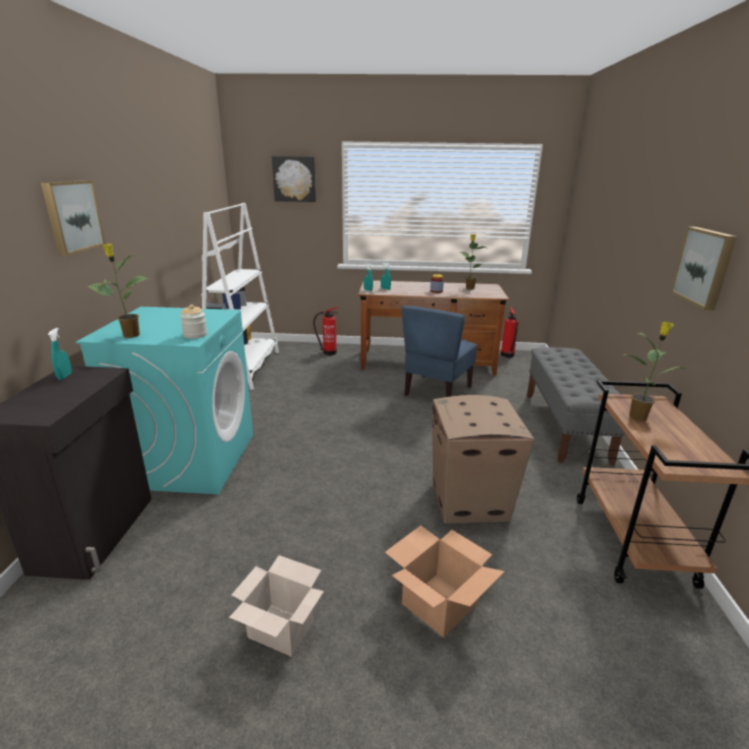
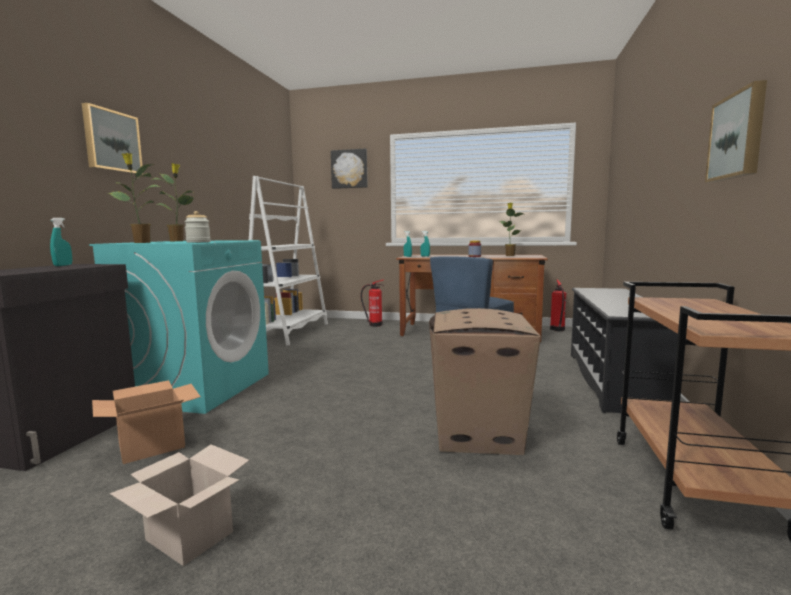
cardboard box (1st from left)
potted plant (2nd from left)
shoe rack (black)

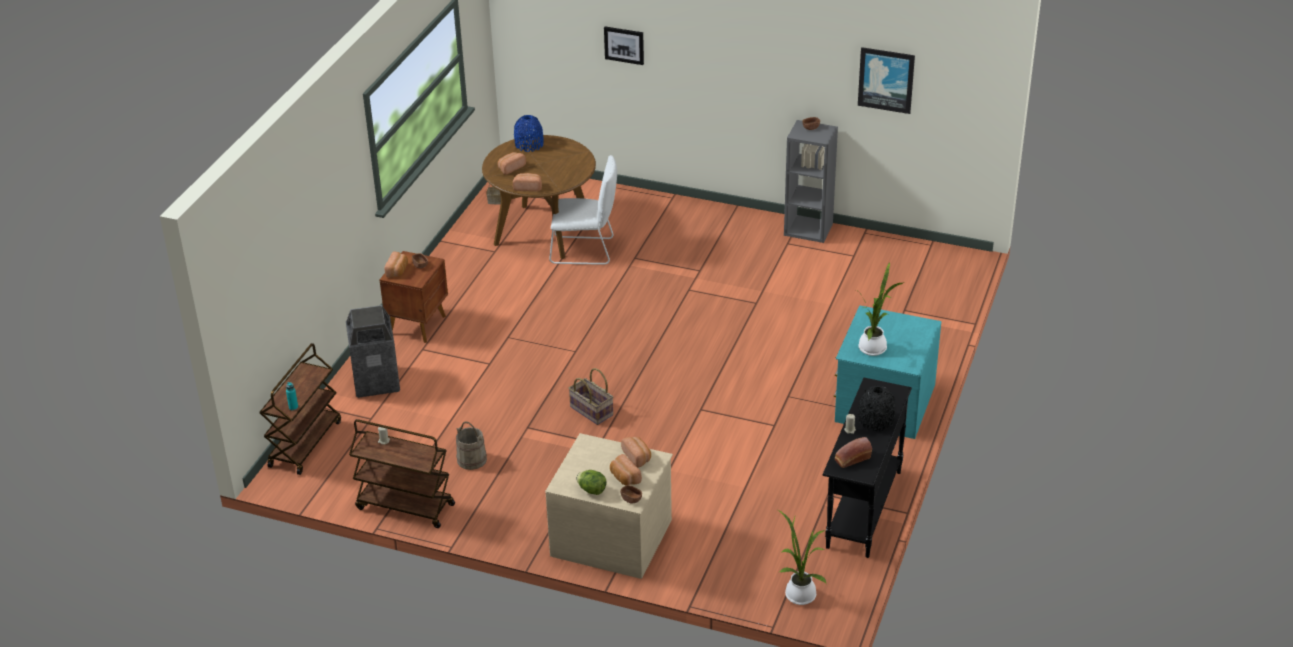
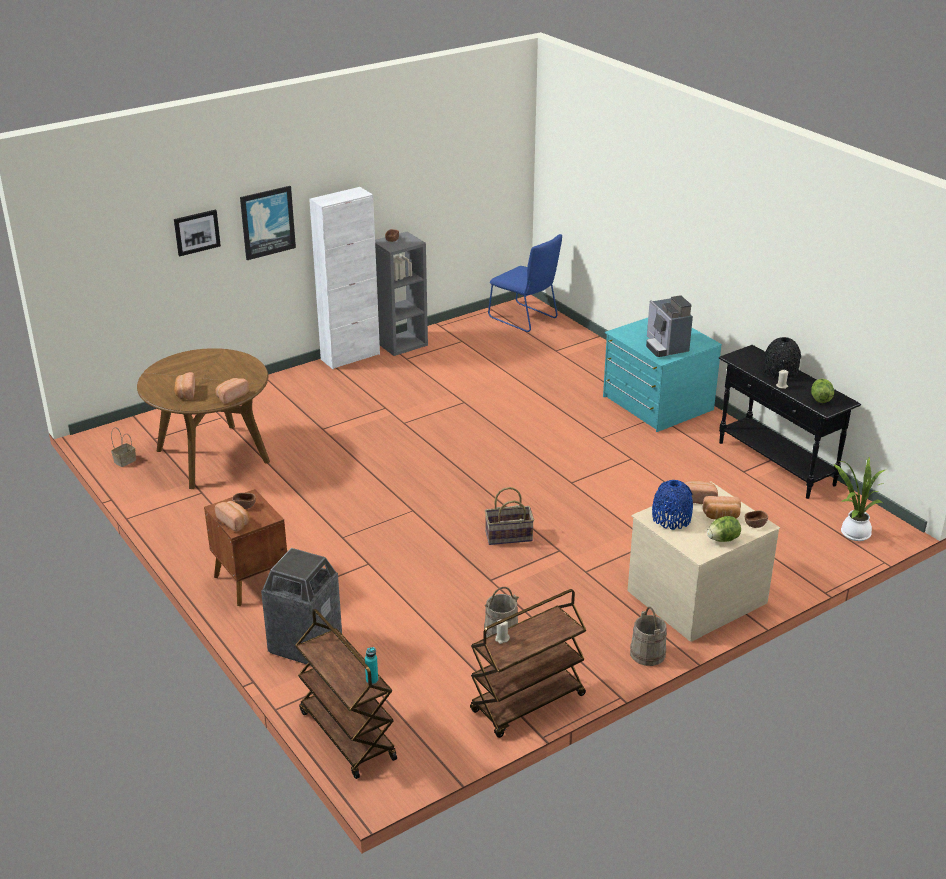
picture (2nd from left)
cabinet (white)
chair (blue)
bucket (beige) (2nd from left)
coffee machine
vase (blue)
lettuce (2nd from left)
chair (white)

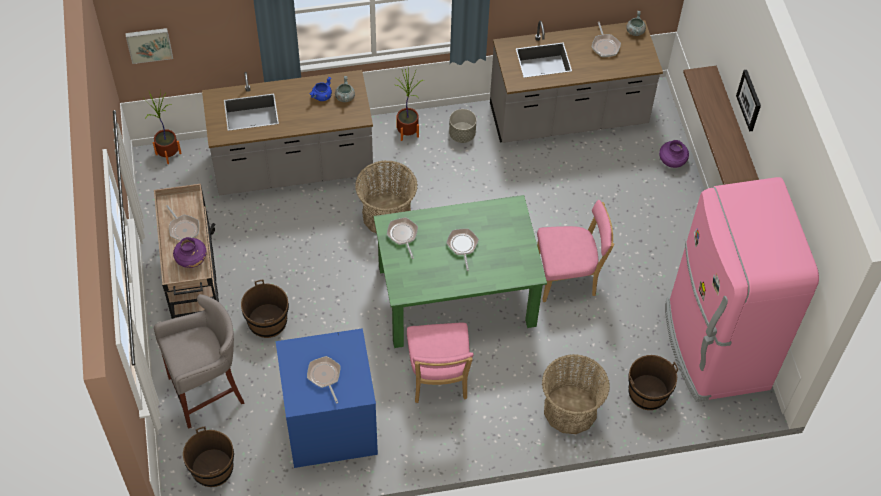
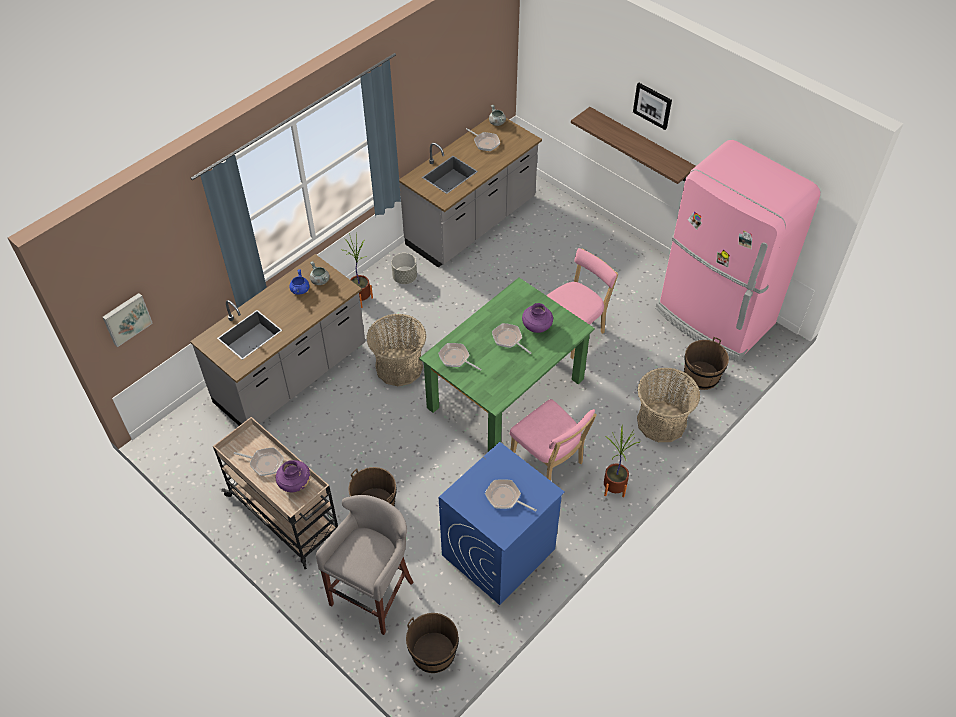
vase (purple) (2nd from left)
potted plant (2nd from left)

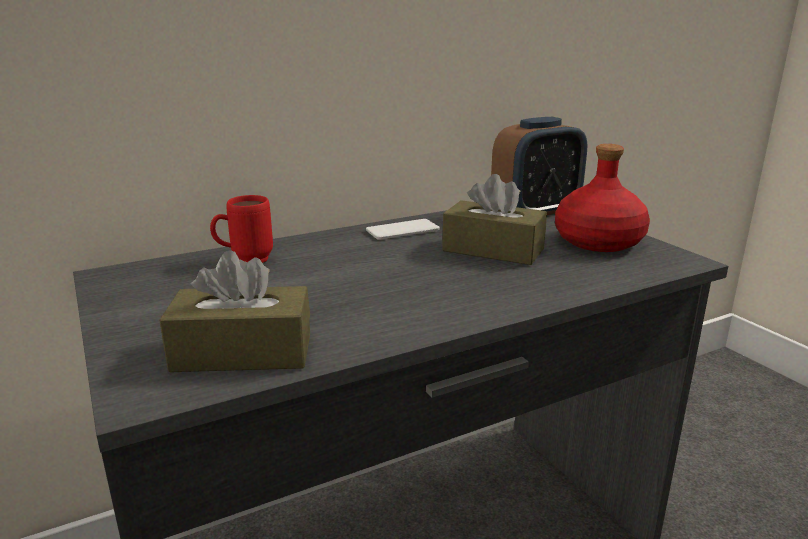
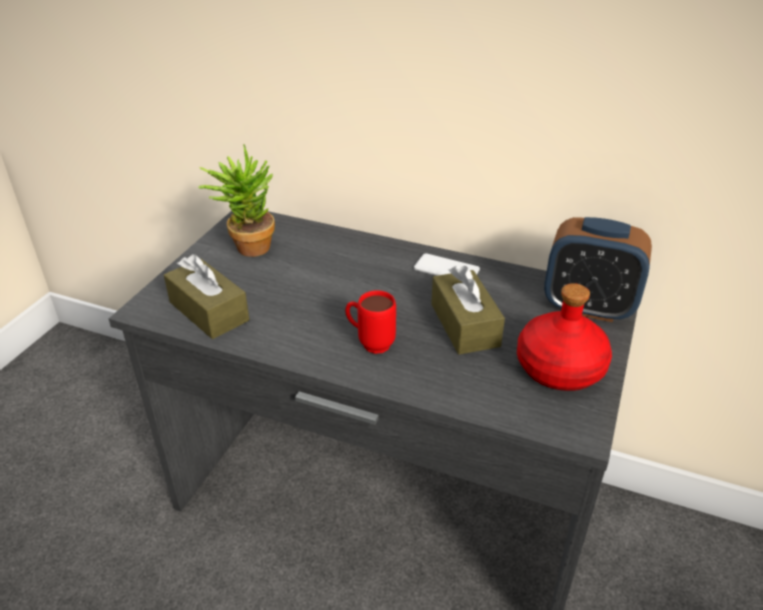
potted plant
mug (red)

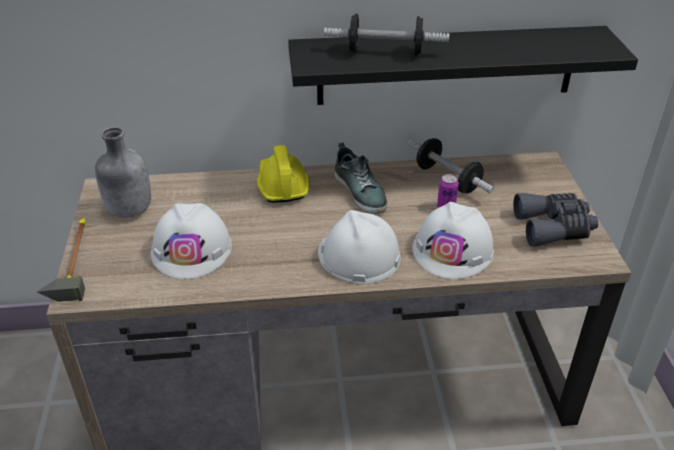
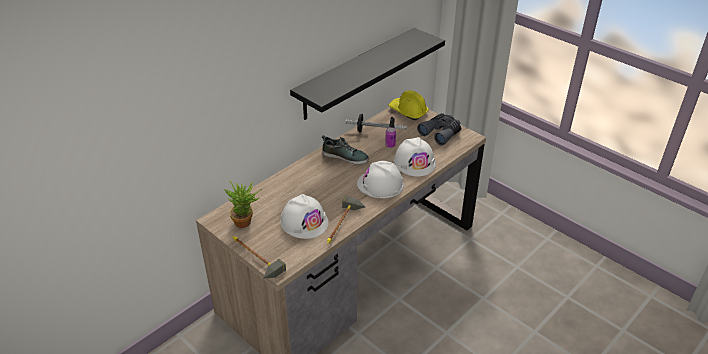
potted plant
hammer (2nd from left)
hard hat (yellow)
dumbbell (1st from left in the first image)

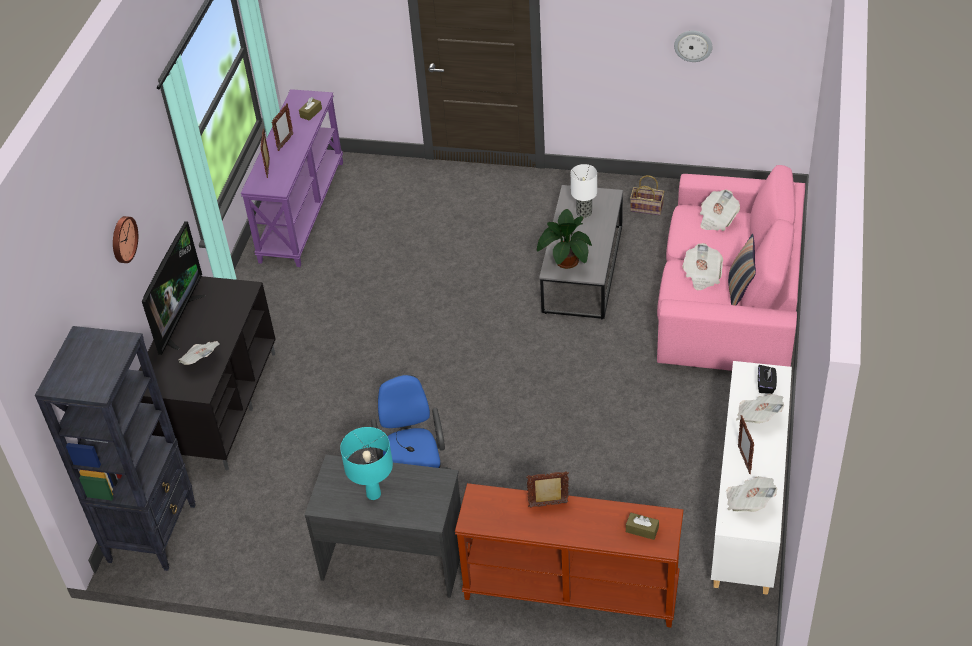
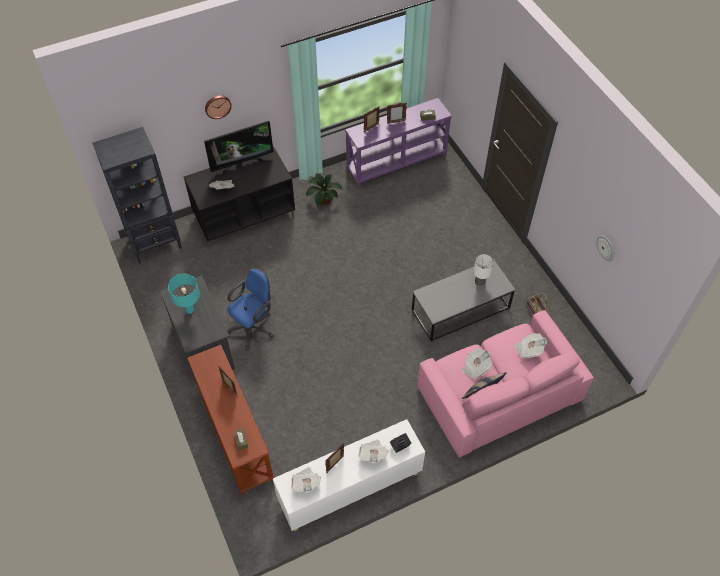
potted plant

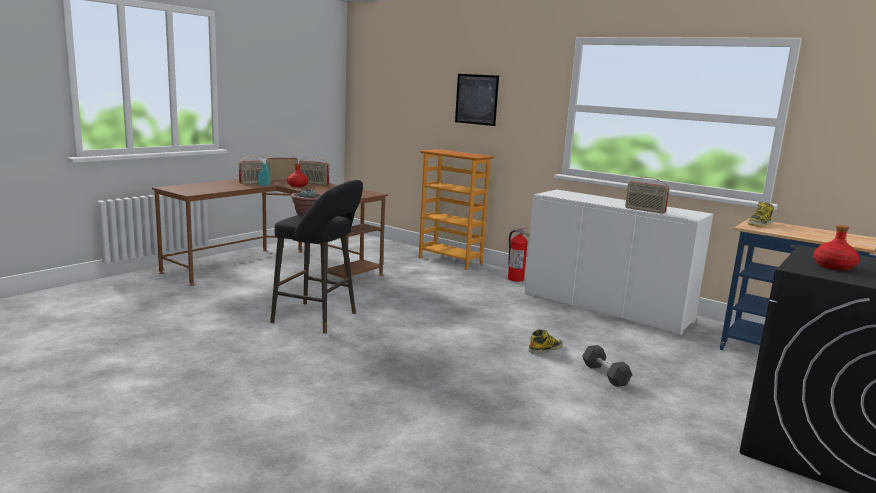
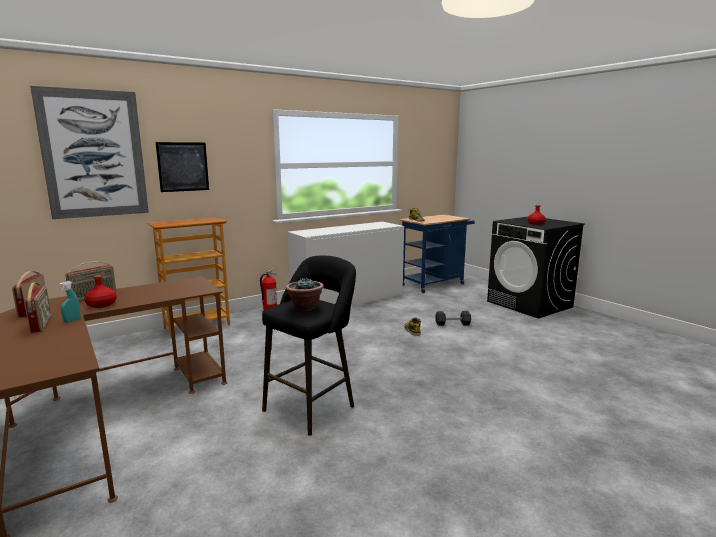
picture (1st from left)
radio (4th from left in the first image)

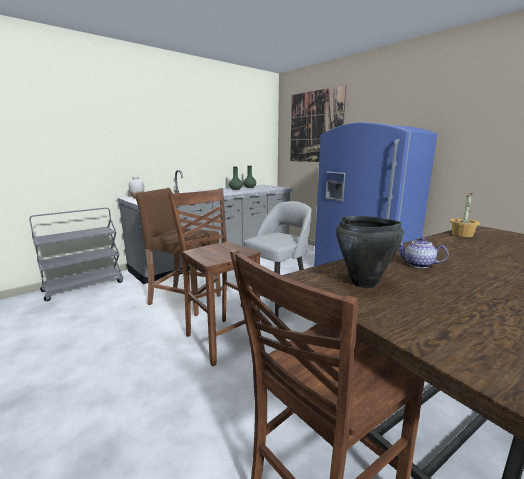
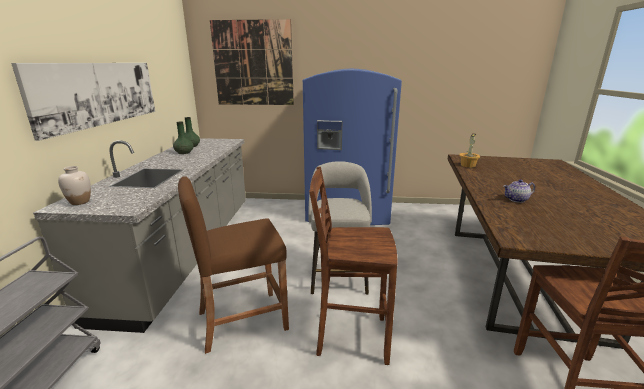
picture (1st from left)
cooking pot (black)

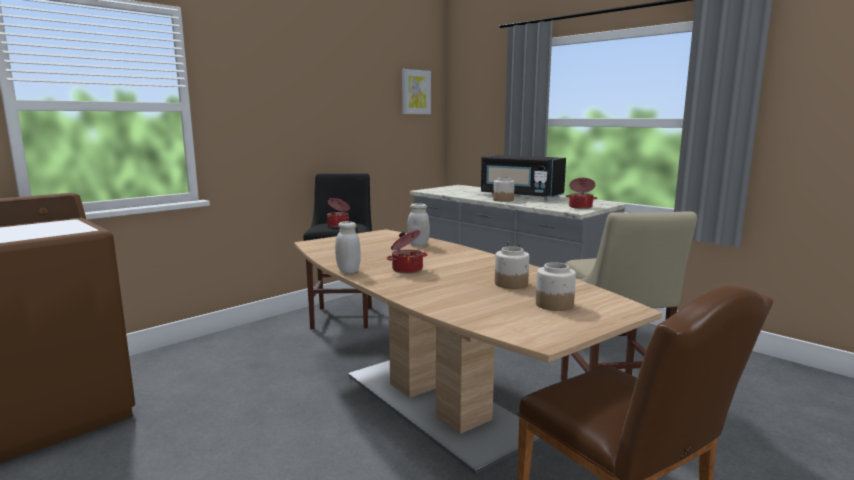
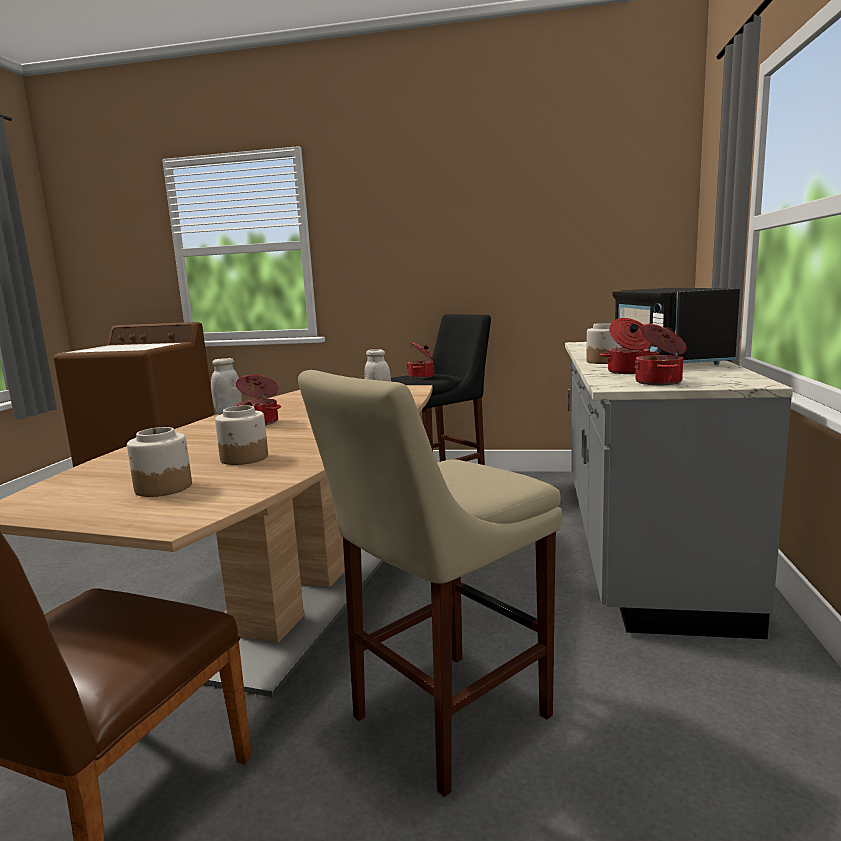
cooking pot (3rd from left)
picture

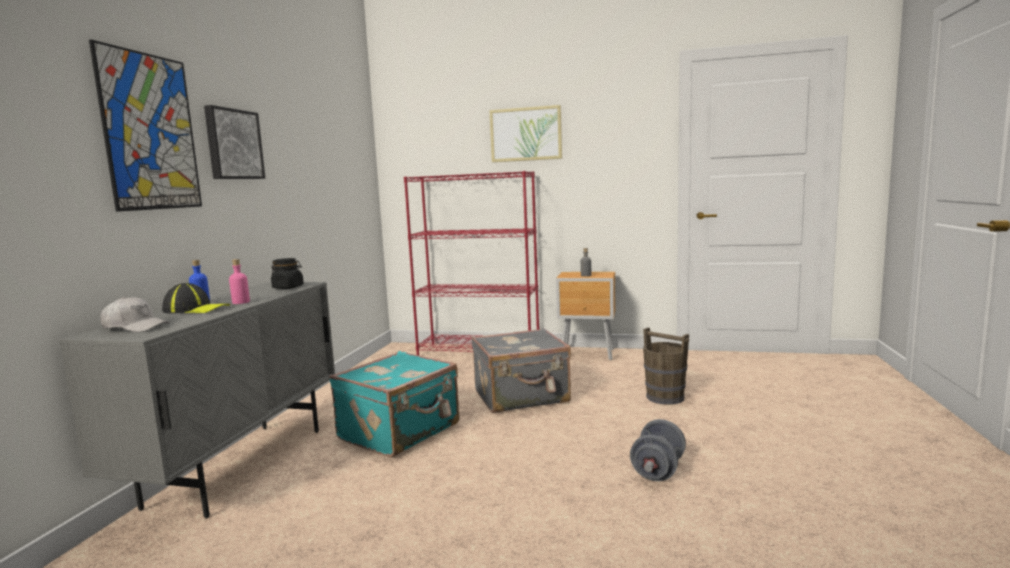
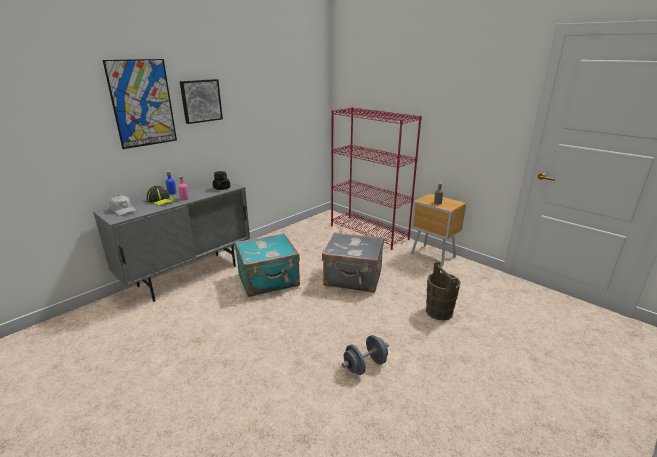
picture (3rd from left in the first image)

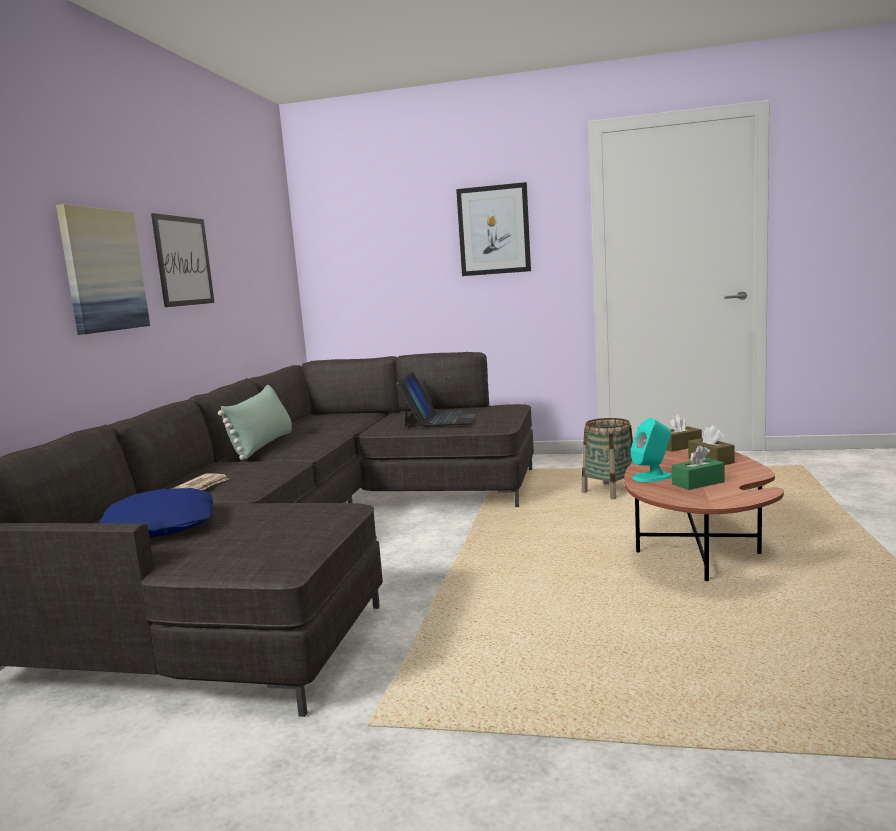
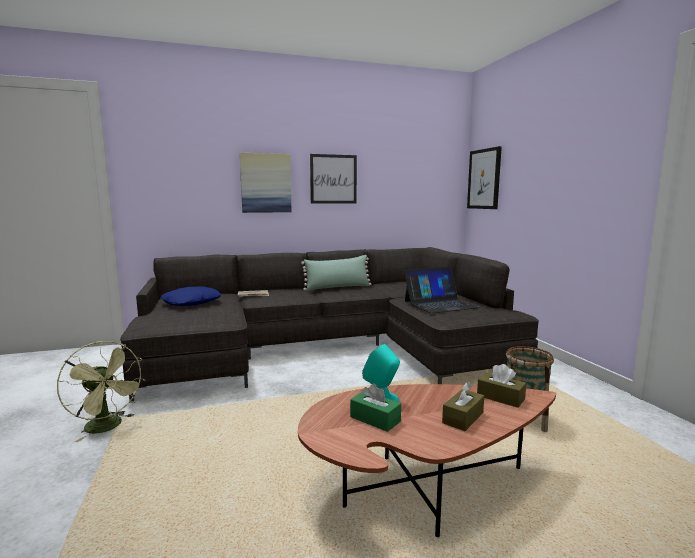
fan (green)
picture (3rd from left)

